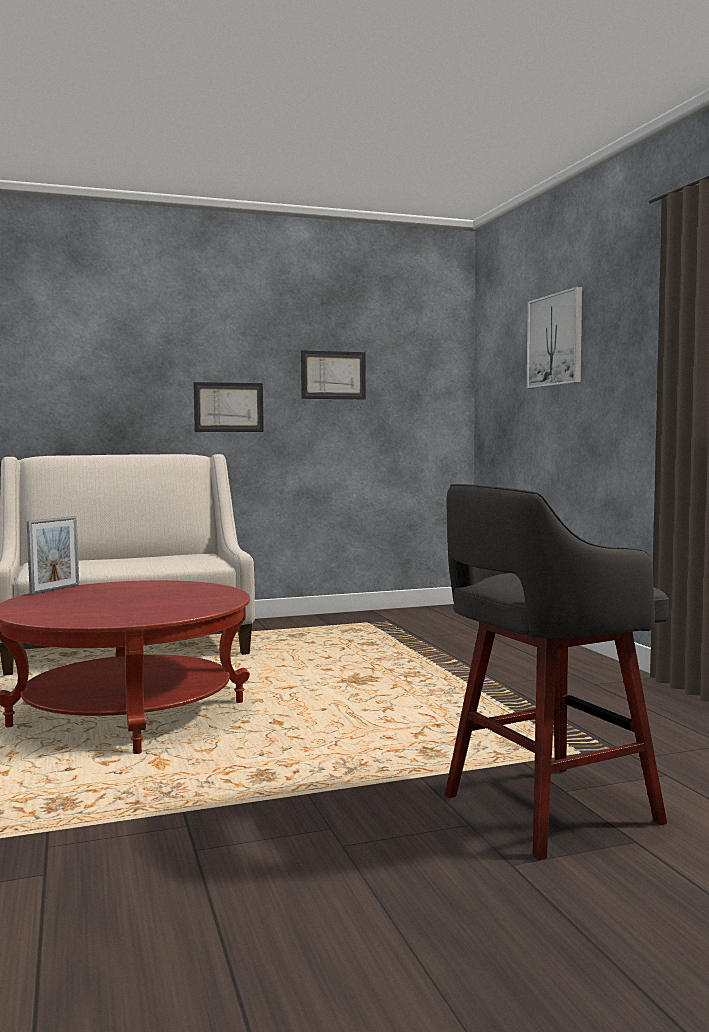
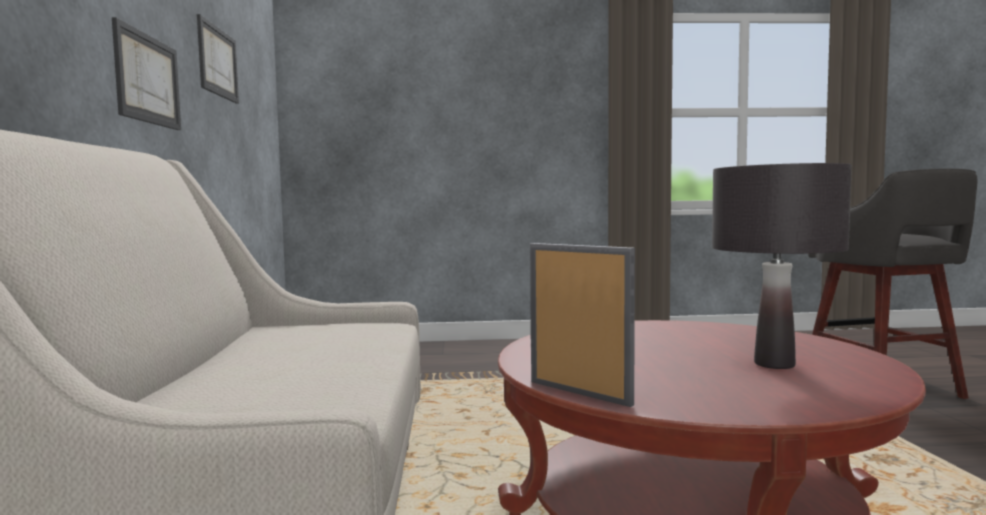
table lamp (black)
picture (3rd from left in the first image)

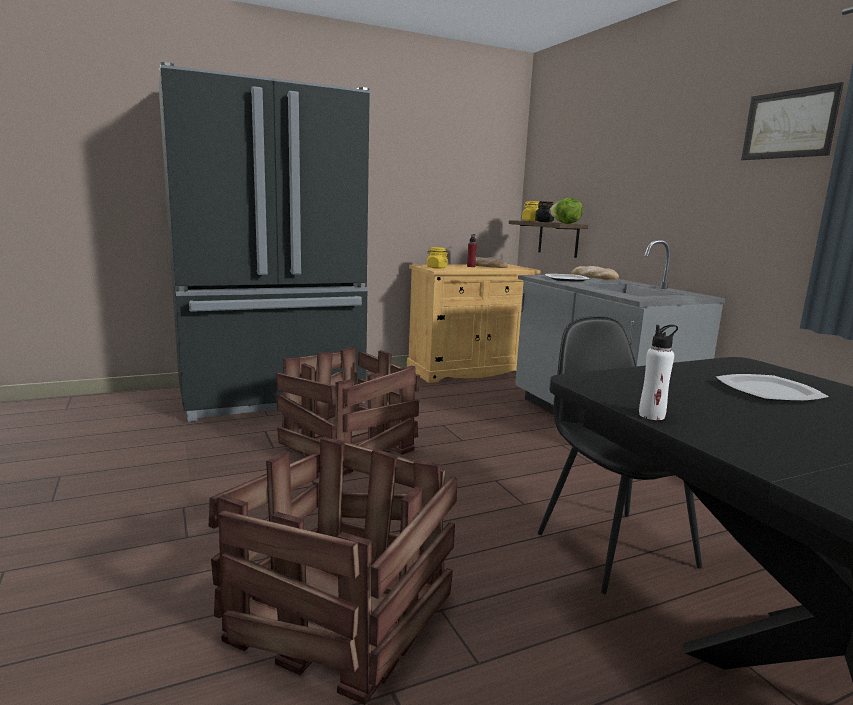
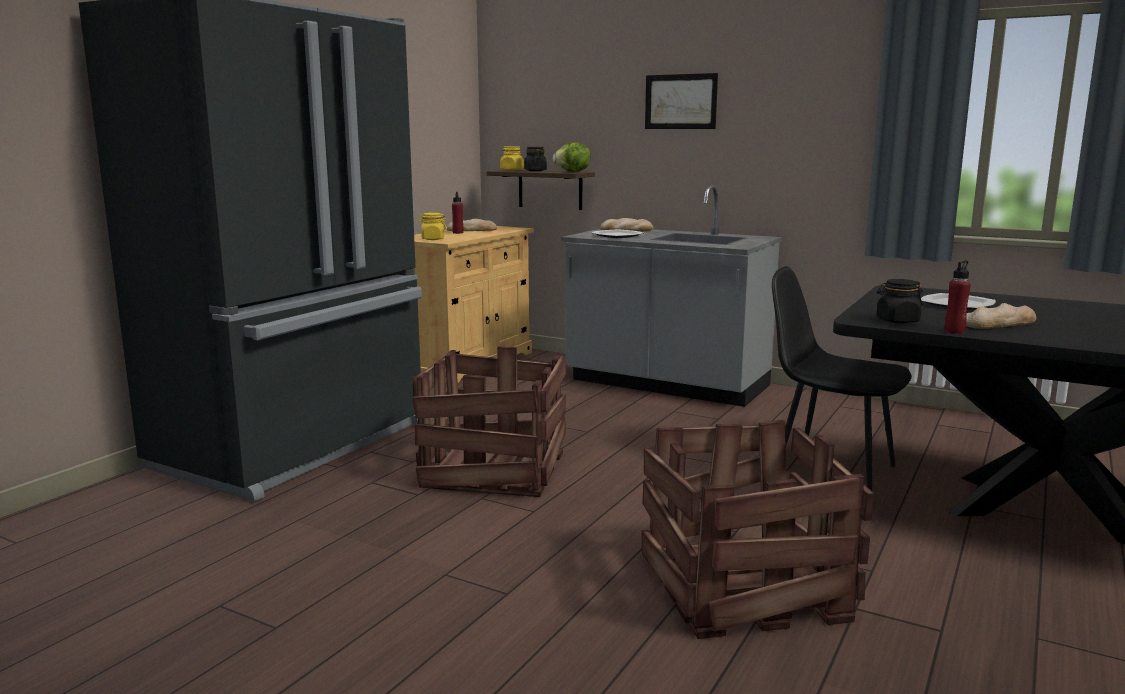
picture
jar (black) (2nd from left)
bottle (red) (2nd from left)
bread (3rd from left)

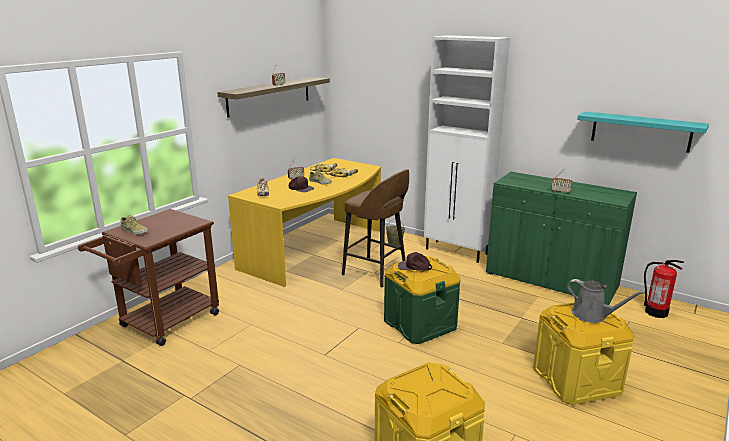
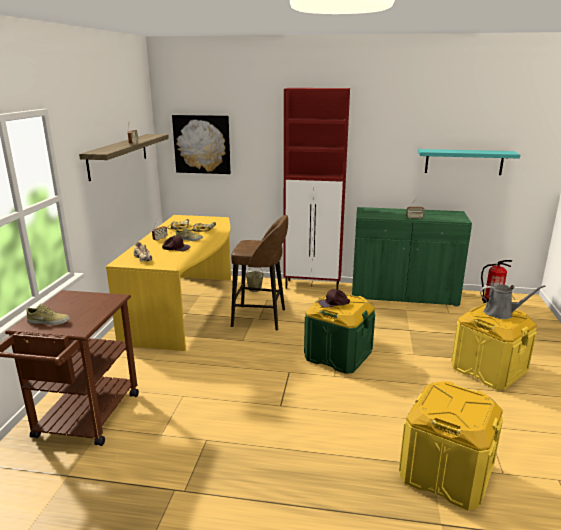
picture
cabinet (red)

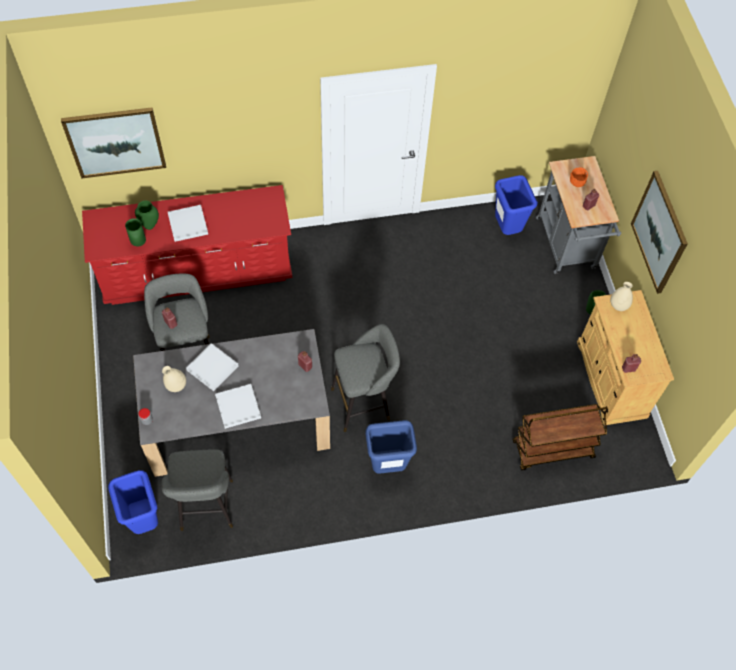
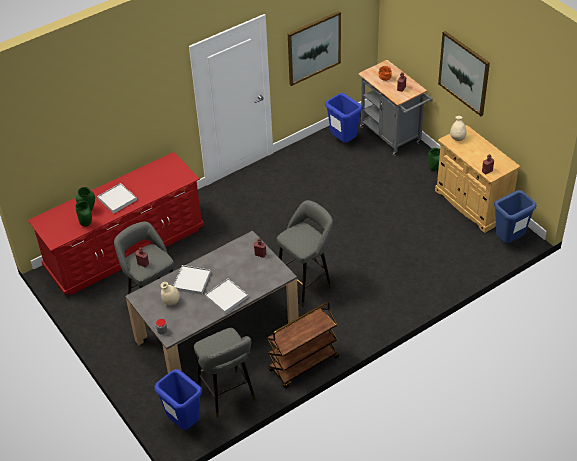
cart (brown)
picture (1st from left)
trash can (blue) (3rd from left)

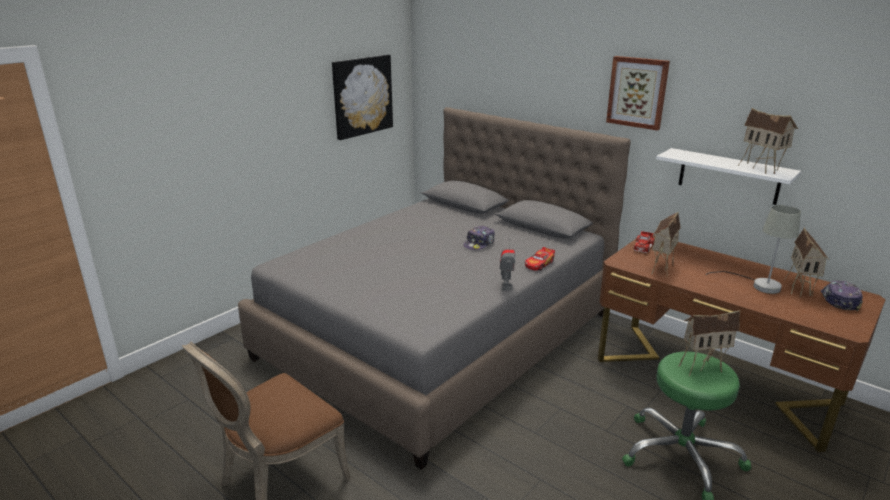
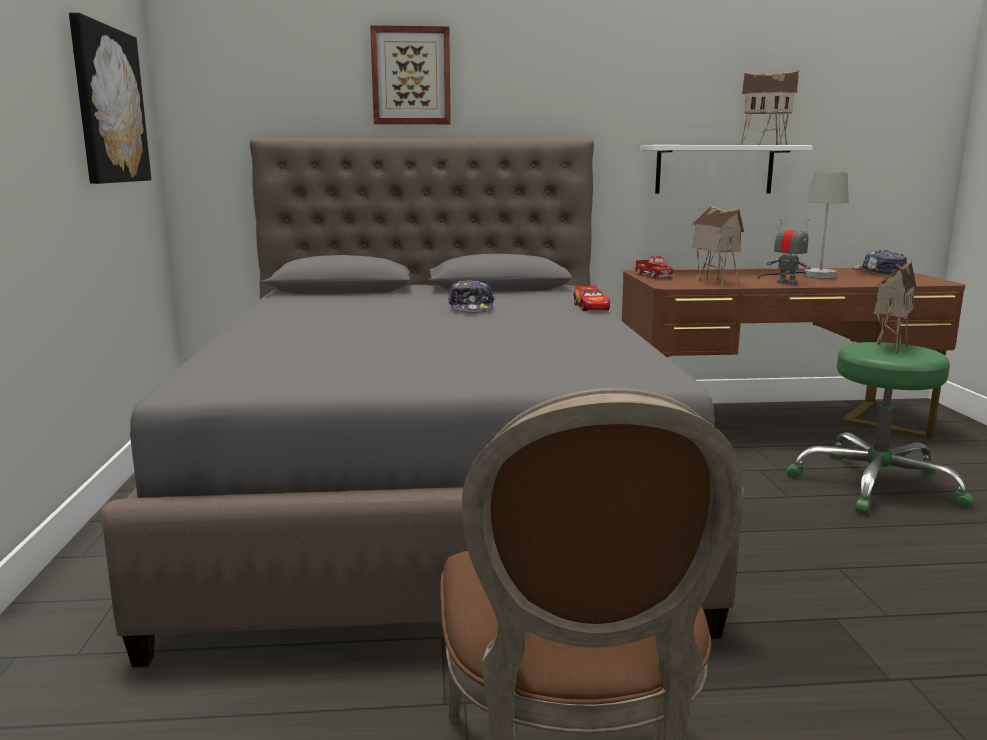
picture (2nd from left)
toy robot
toy house (4th from left in the first image)

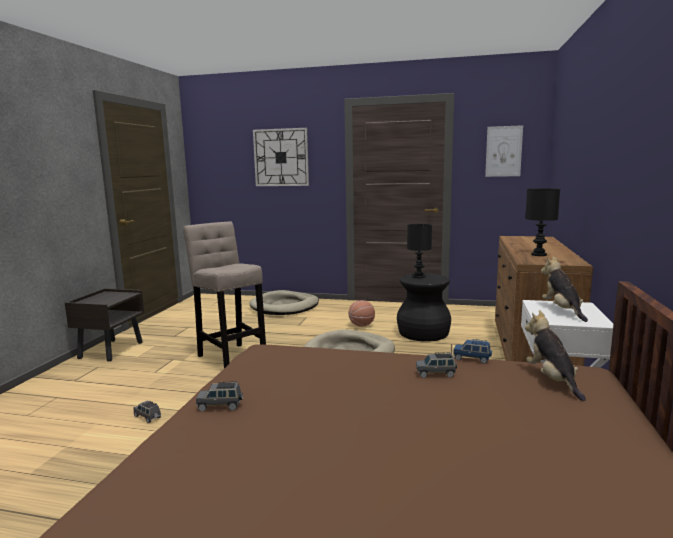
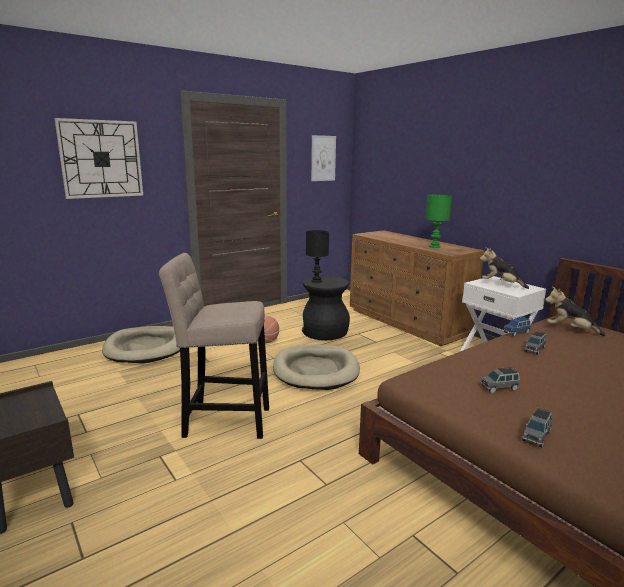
table lamp (green)
toy car (grey) (1st from left)

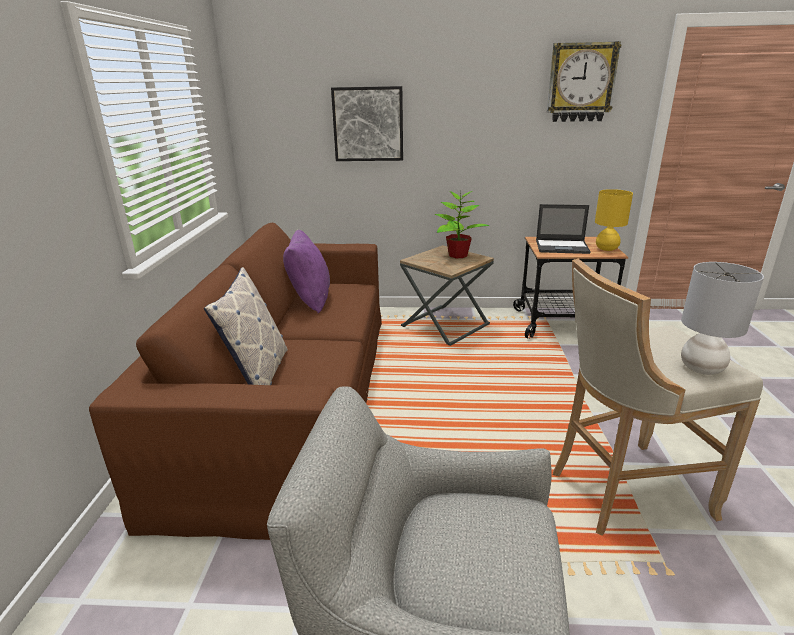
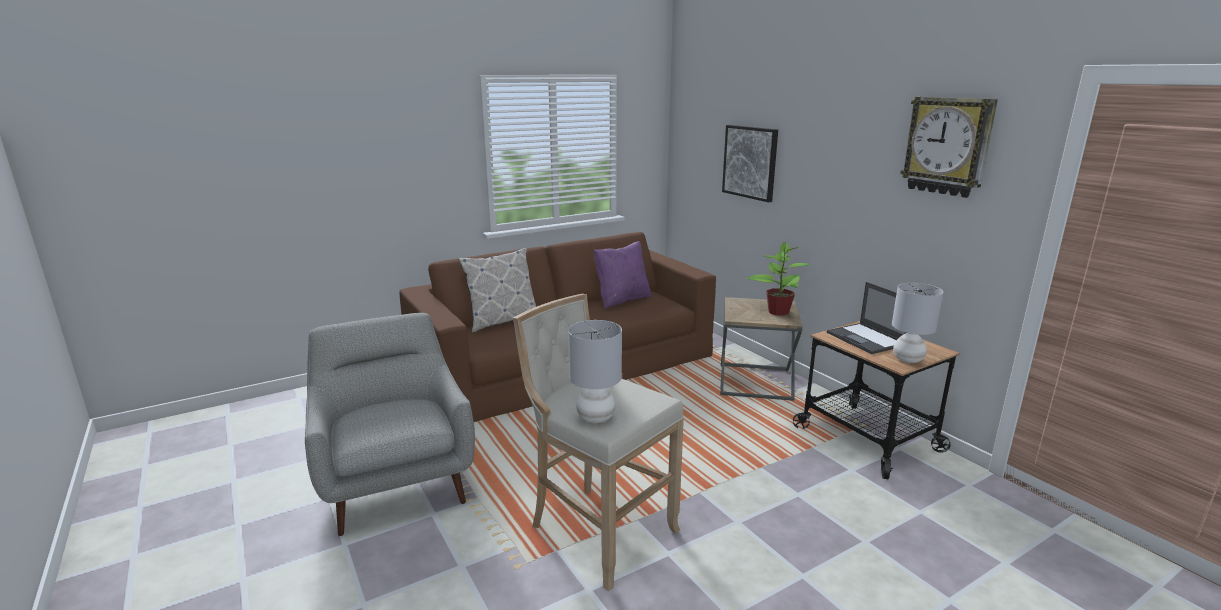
table lamp (grey) (2nd from left)

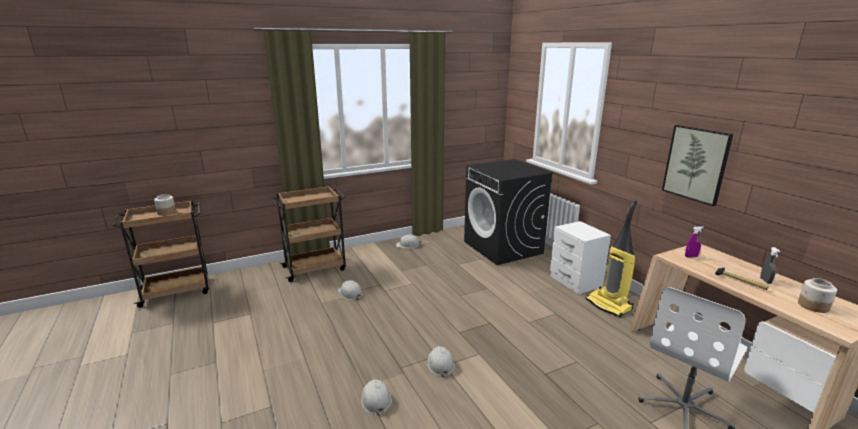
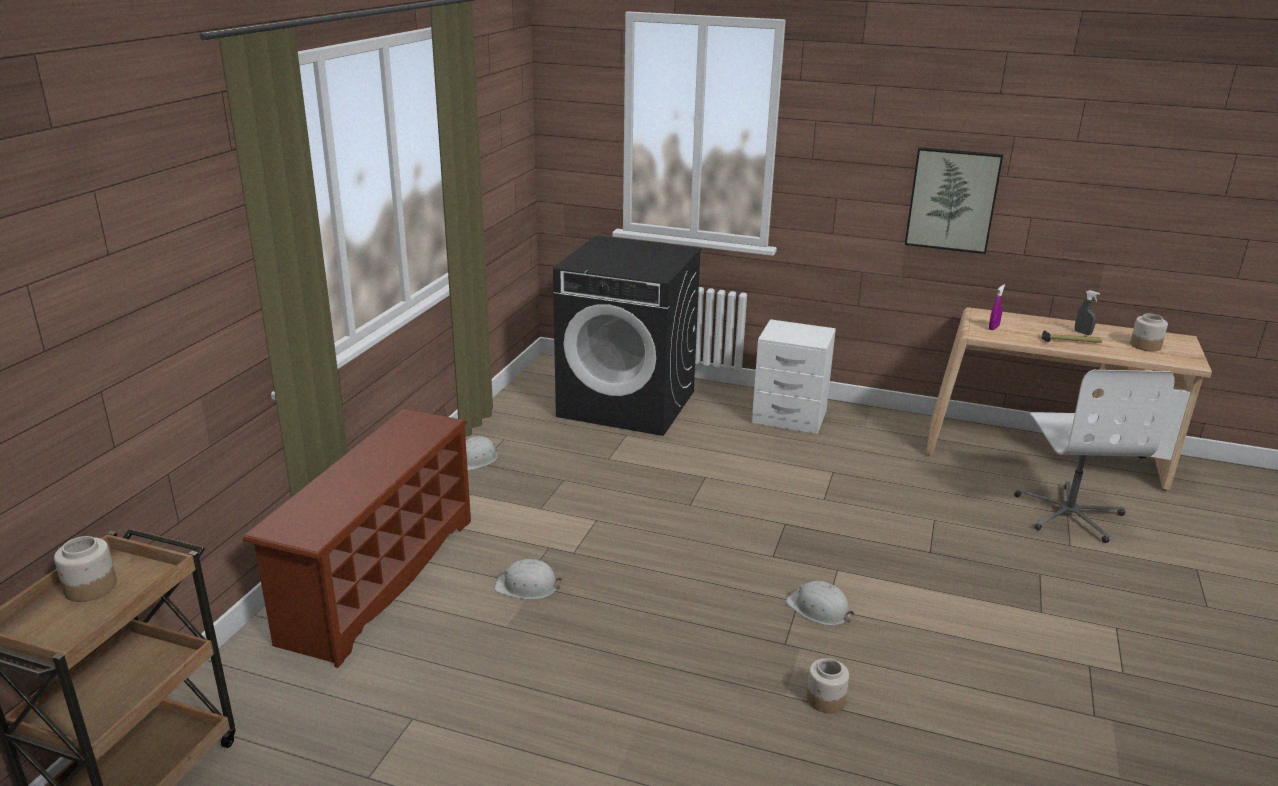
shoe rack (brown)
jar (2nd from left)
vacuum cleaner

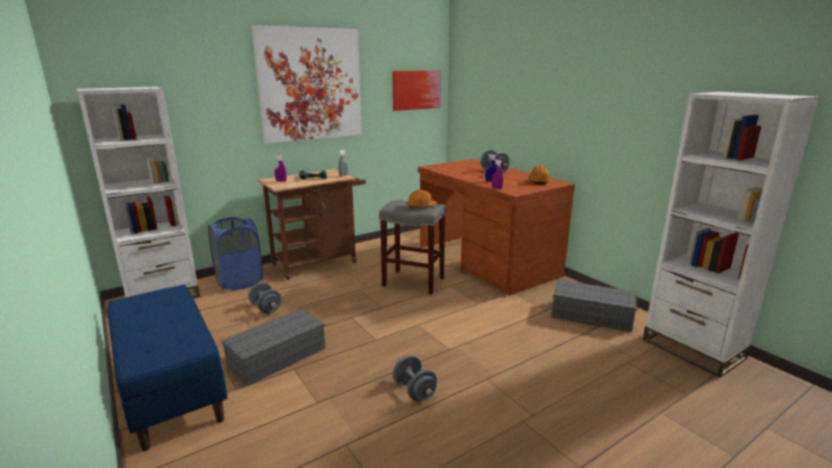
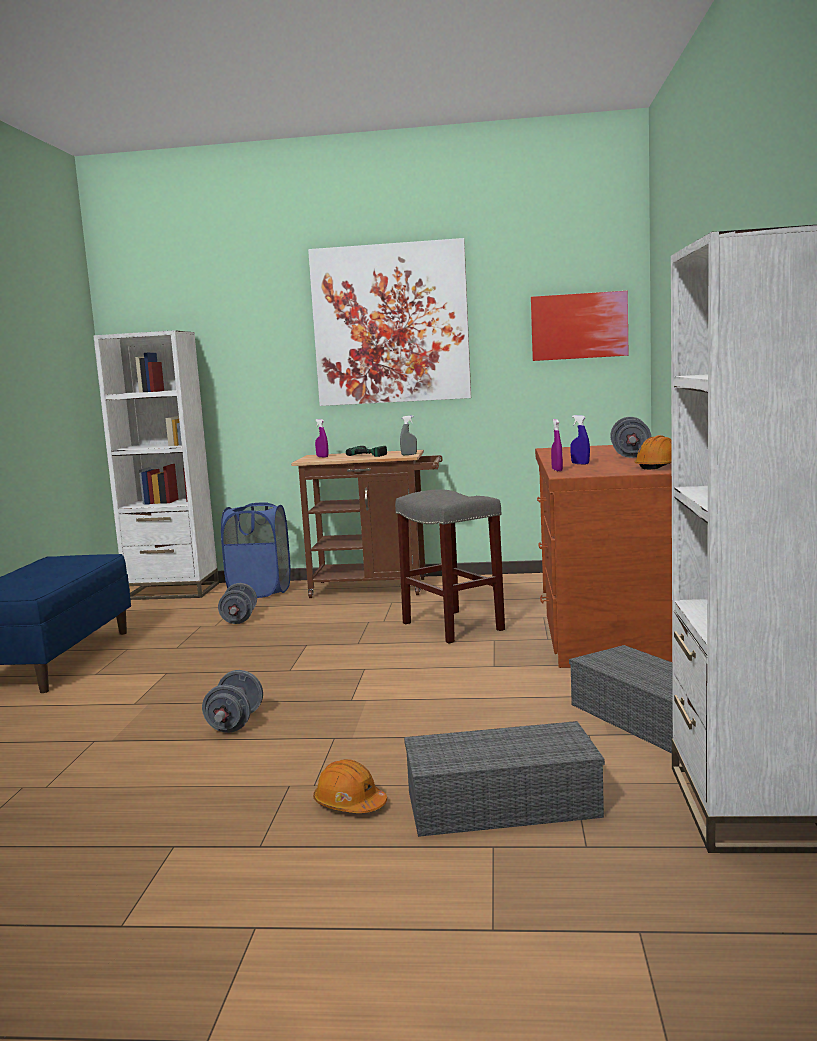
hard hat (orange) (1st from left)
storage box (grey) (1st from left)

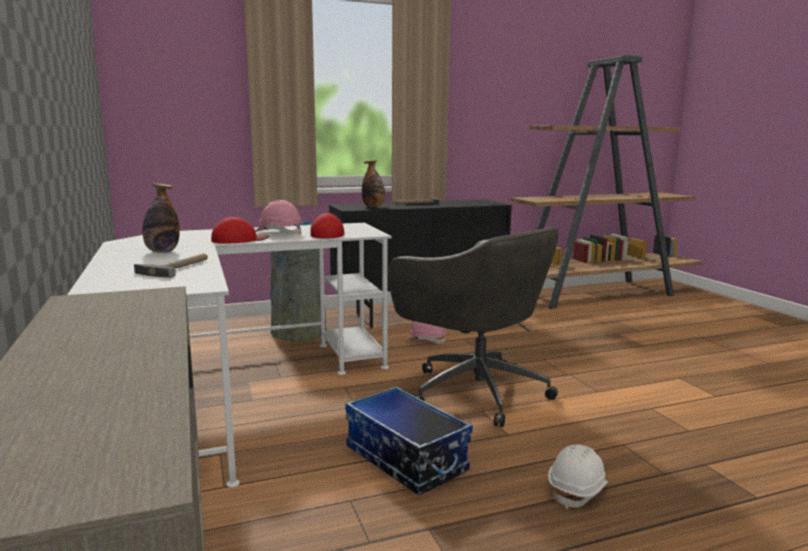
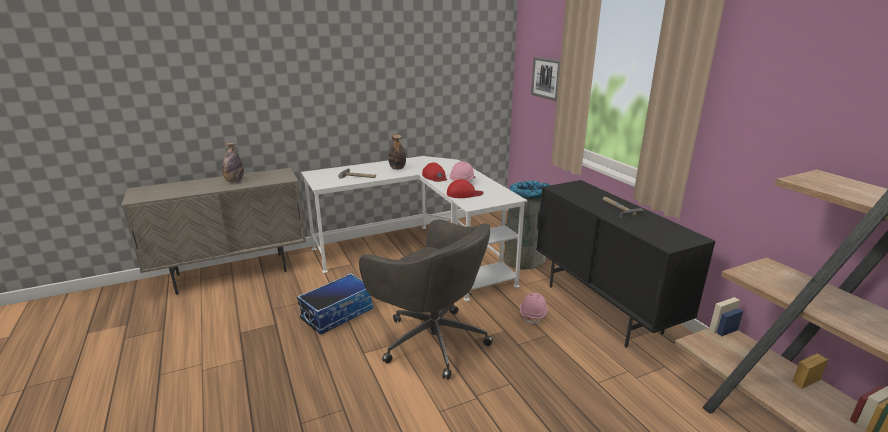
bottle (1st from left)
office chair (grey)
picture
hard hat (white)

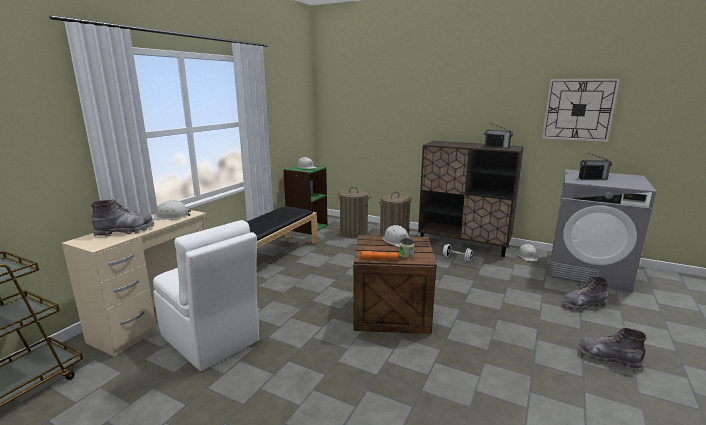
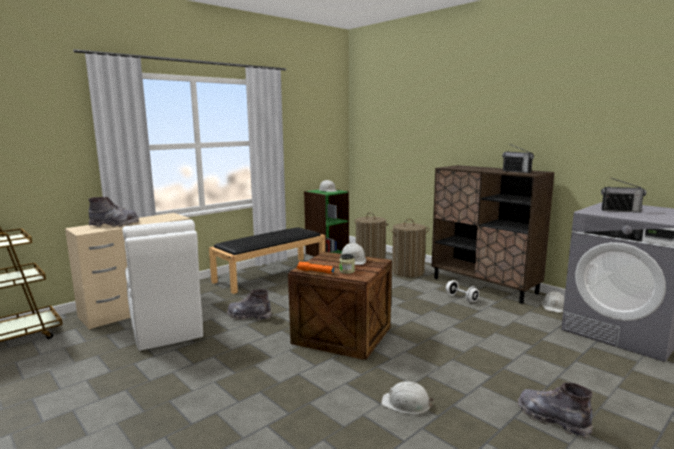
boot (grey) (2nd from left)
hard hat (white) (3rd from left)
wall clock

